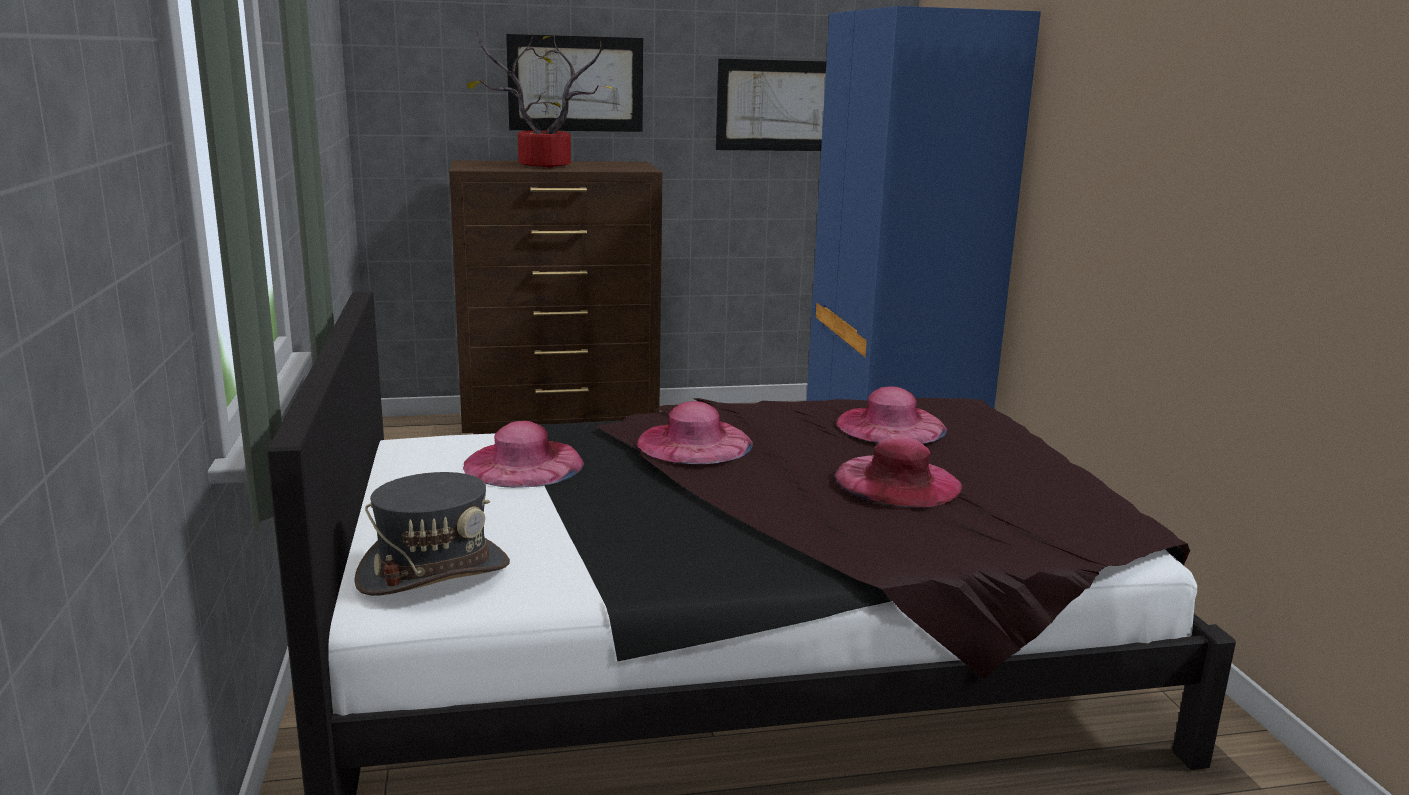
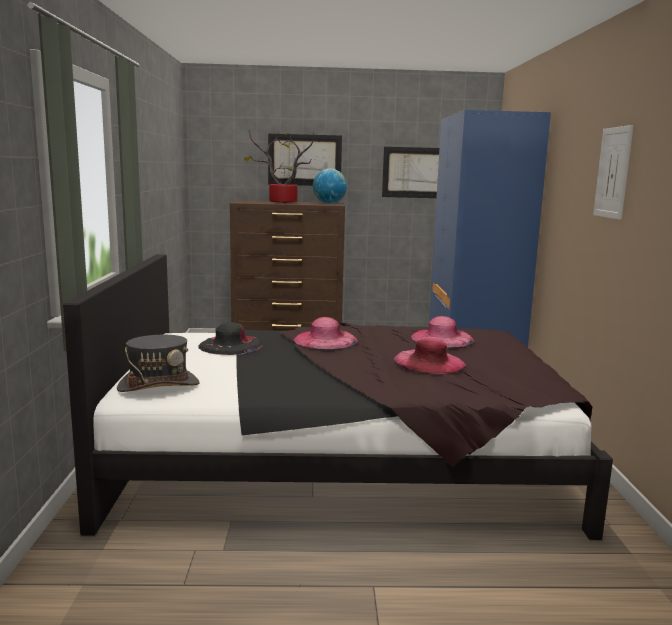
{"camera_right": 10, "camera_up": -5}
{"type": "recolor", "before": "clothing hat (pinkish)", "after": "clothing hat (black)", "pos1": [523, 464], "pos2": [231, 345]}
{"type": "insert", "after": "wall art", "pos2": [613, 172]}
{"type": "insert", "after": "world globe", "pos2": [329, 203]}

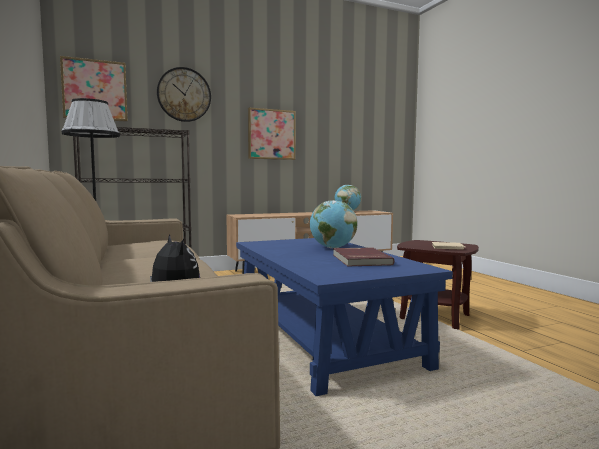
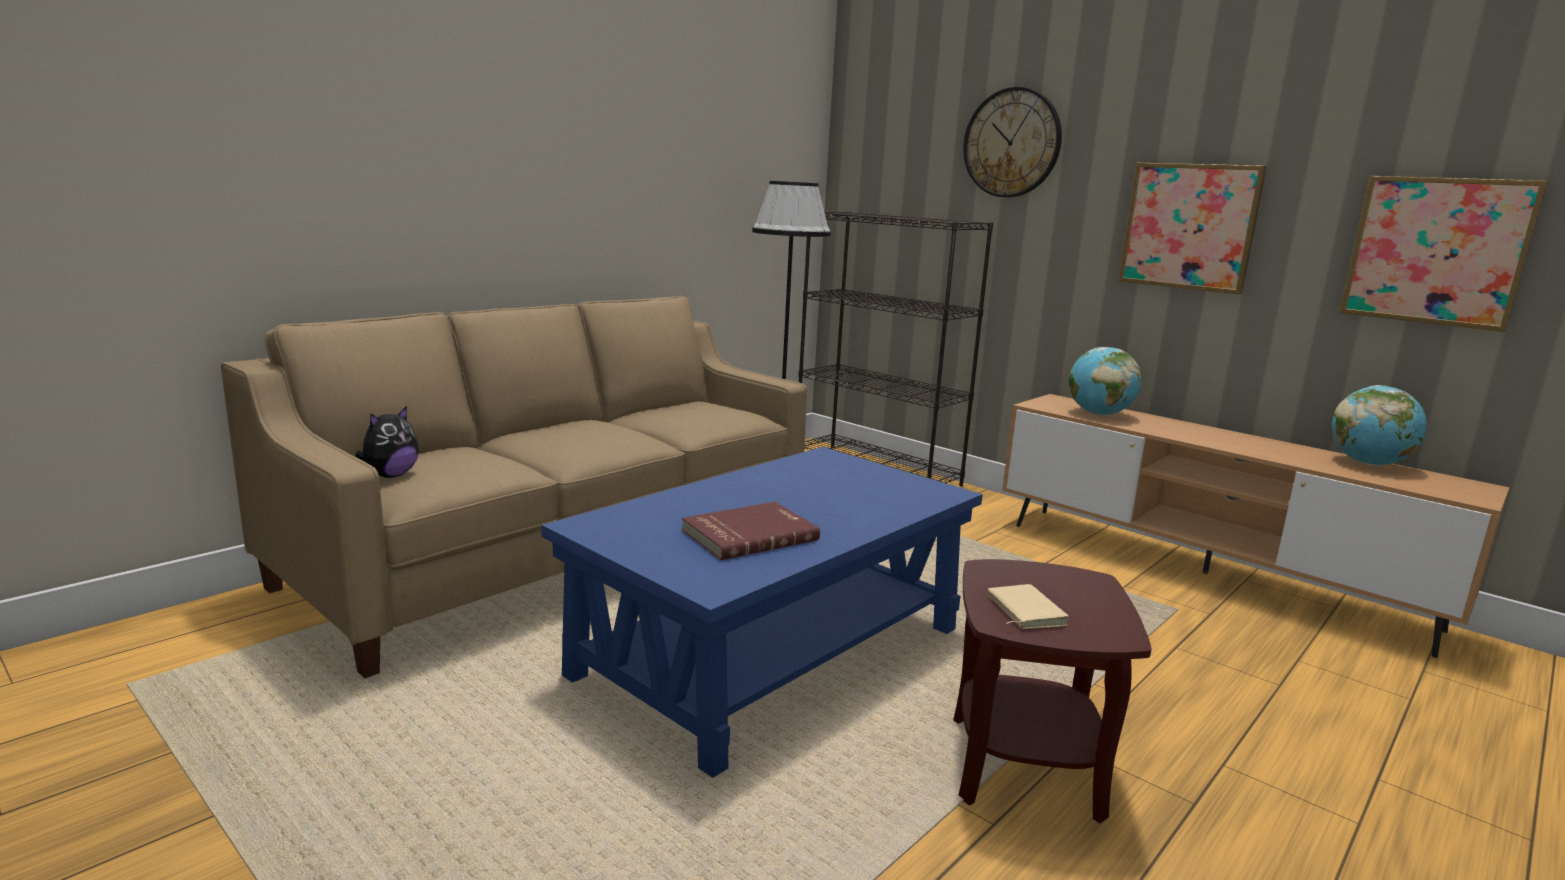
{"camera_right": 65, "camera_up": 10}
{"type": "move", "before": "wall art", "pos1": [95, 90], "pos2": [1437, 251]}
{"type": "move", "before": "world globe", "pos1": [332, 248], "pos2": [1099, 414]}

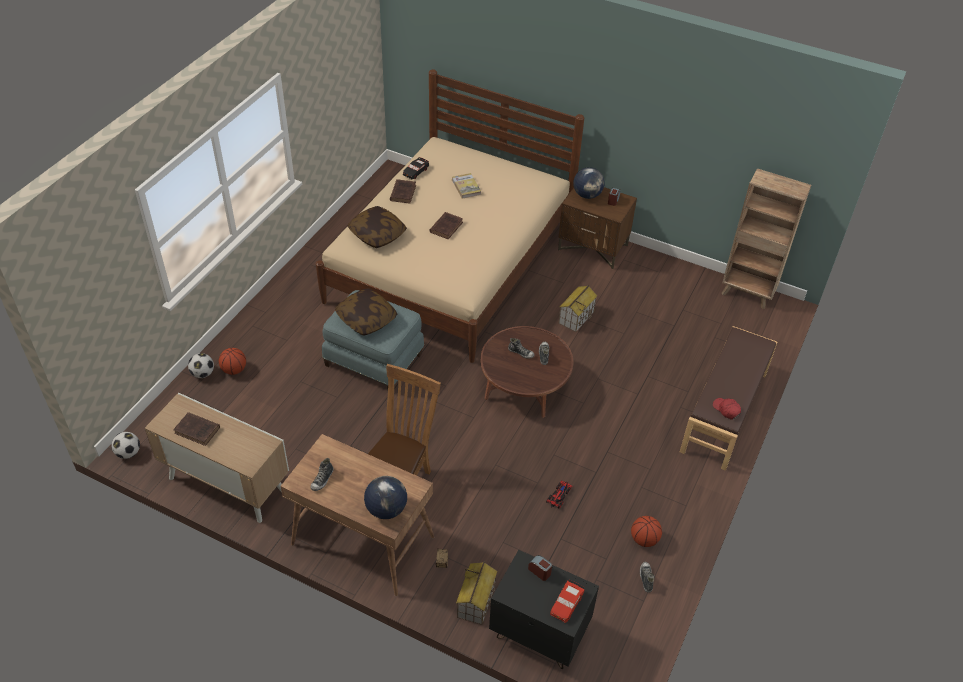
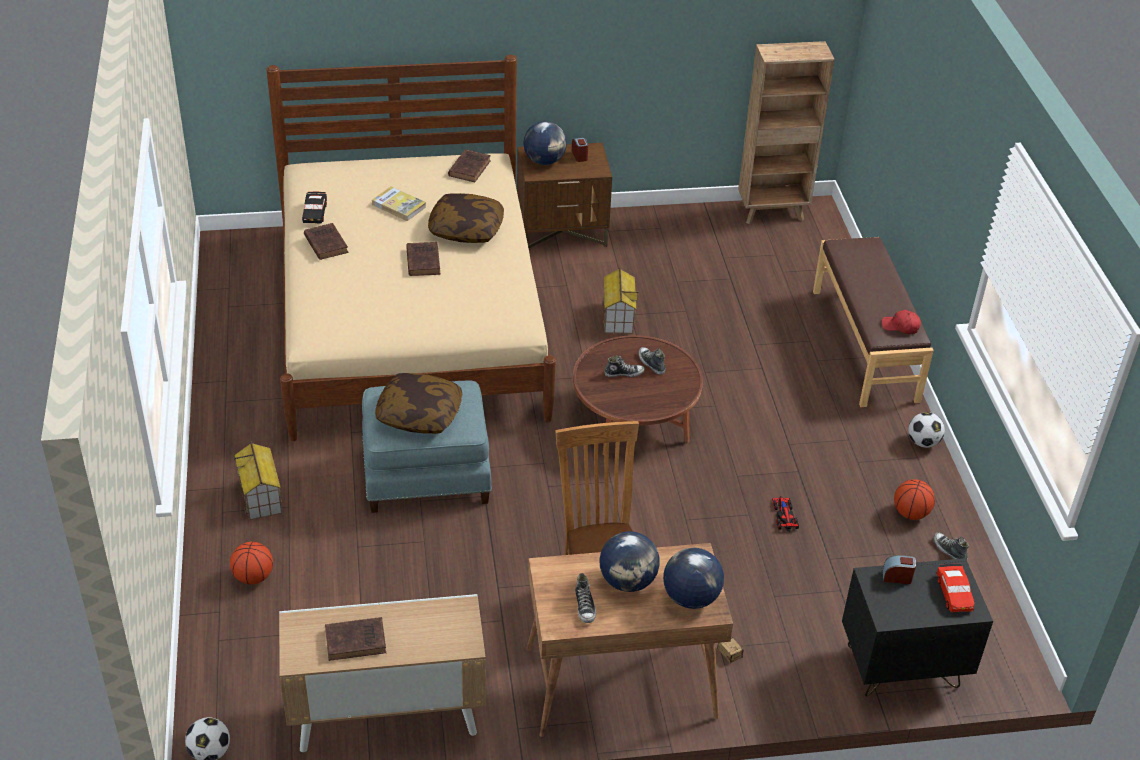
{"camera_right": -35, "camera_up": -5}
{"type": "move", "before": "cushion", "pos1": [377, 234], "pos2": [466, 229]}
{"type": "move", "before": "ball for football", "pos1": [203, 374], "pos2": [923, 442]}
{"type": "move", "before": "model house", "pos1": [476, 602], "pos2": [261, 497]}
{"type": "insert", "after": "volume (brown-coloured)", "pos2": [470, 168]}
{"type": "insert", "after": "world globe", "pos2": [628, 581]}

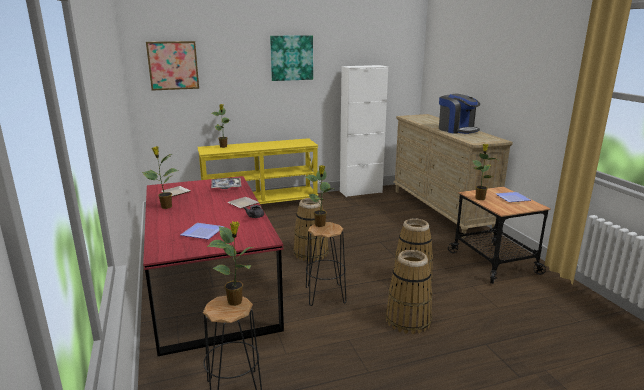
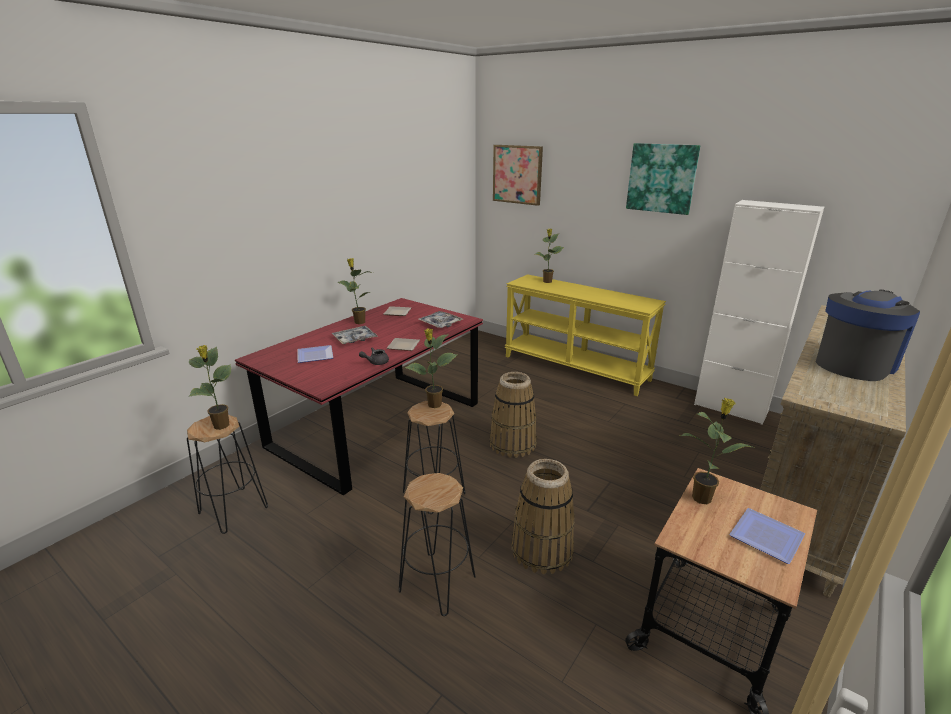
{"camera_right": 55, "camera_up": 5}
{"type": "rotate", "before": "coffee brewer", "pos1": [457, 130], "pos2": [854, 364], "turn": -150}
{"type": "replace", "before": "storage basket", "after": "sitting stool (black)", "pos1": [408, 320], "pos2": [437, 584]}
{"type": "insert", "after": "serving tray", "pos2": [355, 339]}

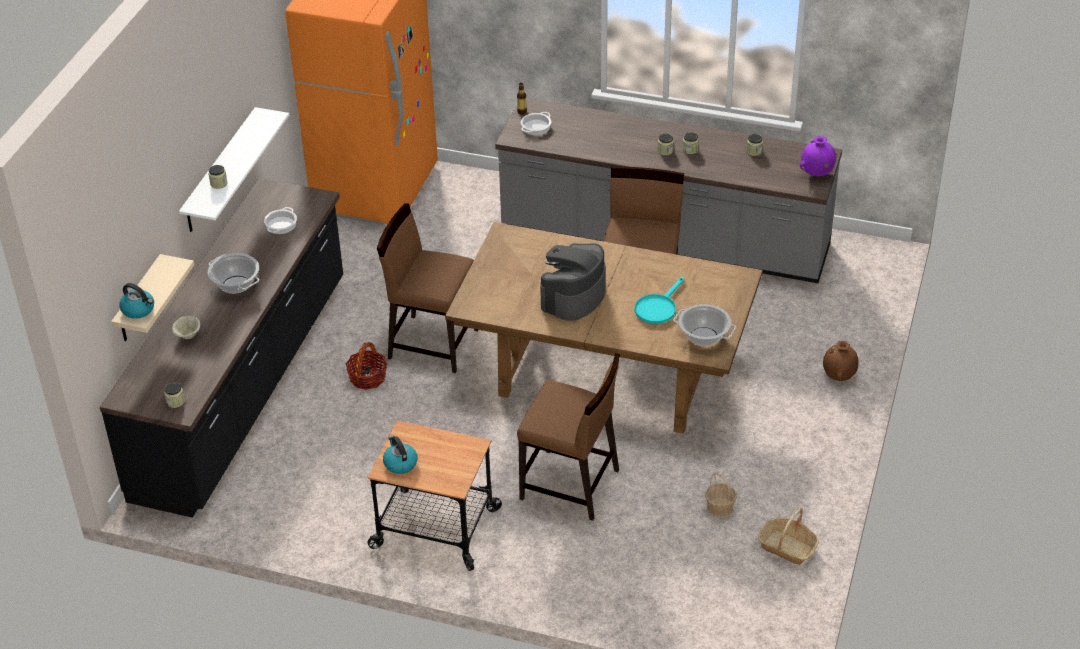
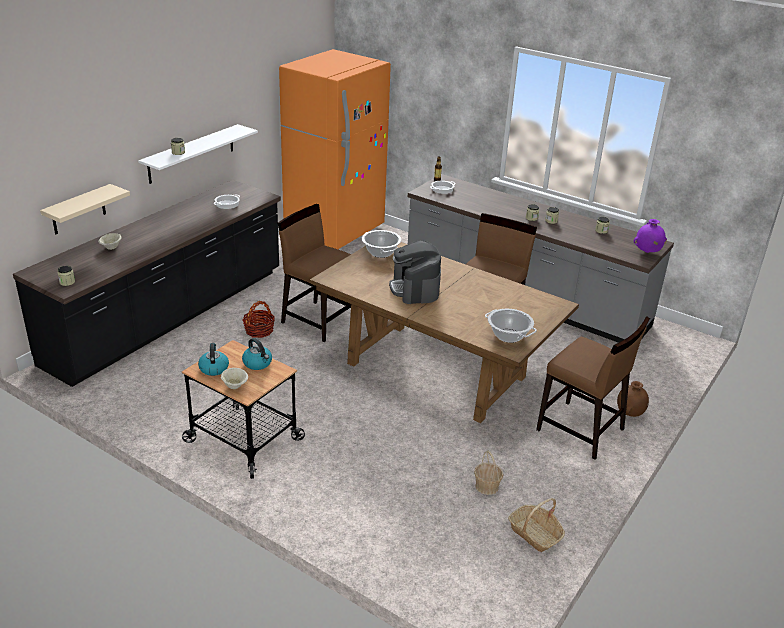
{"camera_right": 15, "camera_up": -10}
{"type": "rotate", "before": "coffee brewer", "pos1": [573, 297], "pos2": [415, 289], "turn": -60}
{"type": "move", "before": "cooking pot", "pos1": [235, 285], "pos2": [380, 252]}
{"type": "delete", "before": "pan (turquoise-coloured)", "pos1": [658, 307]}
{"type": "move", "before": "water kettle", "pos1": [139, 310], "pos2": [258, 363]}
{"type": "move", "before": "chair (brown-coloured)", "pos1": [570, 485], "pos2": [581, 430]}
{"type": "insert", "after": "deep dish (sand-coloured)", "pos2": [235, 386]}

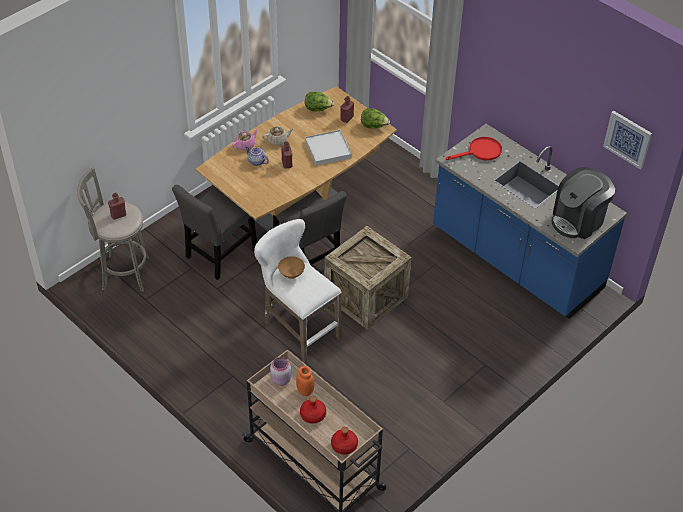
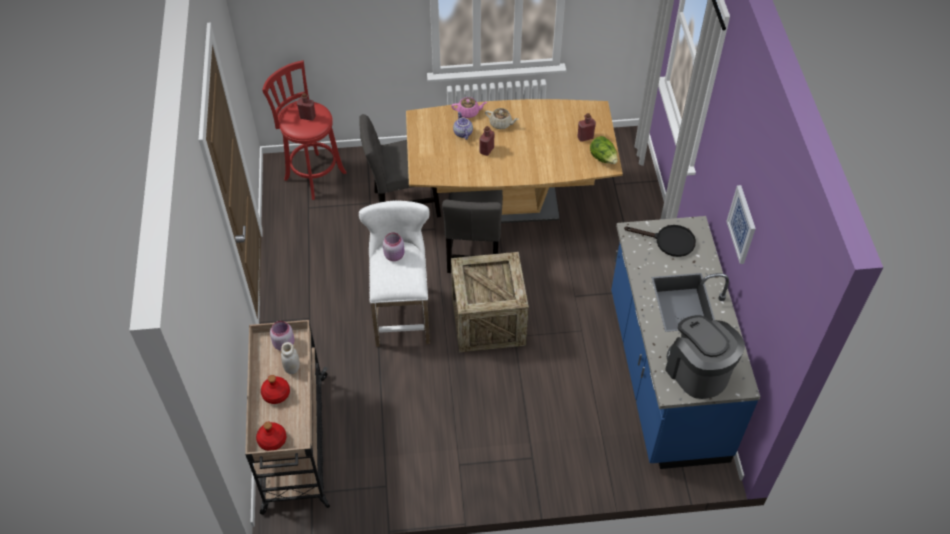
{"camera_right": 40, "camera_up": 5}
{"type": "delete", "before": "head of lettuce", "pos1": [318, 109]}
{"type": "move", "before": "wall art", "pos1": [628, 139], "pos2": [742, 224]}
{"type": "delete", "before": "serving tray (whitish)", "pos1": [328, 149]}
{"type": "recolor", "before": "pan (reddish)", "after": "pan (black)", "pos1": [480, 152], "pos2": [669, 241]}
{"type": "rotate", "before": "coffee brewer", "pos1": [578, 220], "pos2": [697, 371], "turn": 60}
{"type": "recolor", "before": "sitting stool (grey)", "after": "sitting stool (reddish)", "pos1": [122, 273], "pos2": [313, 174]}
{"type": "replace", "before": "deep dish (brown-coloured)", "after": "jar (pinkish)", "pos1": [291, 274], "pos2": [395, 255]}
{"type": "recolor", "before": "jar (orange-coloured)", "after": "jar (whitish)", "pos1": [305, 391], "pos2": [292, 368]}

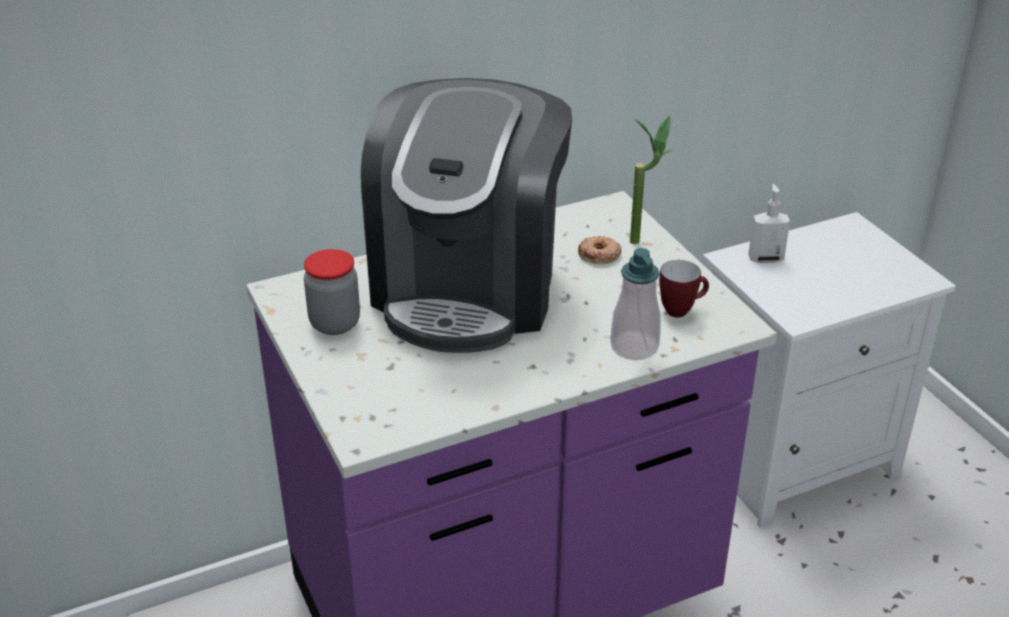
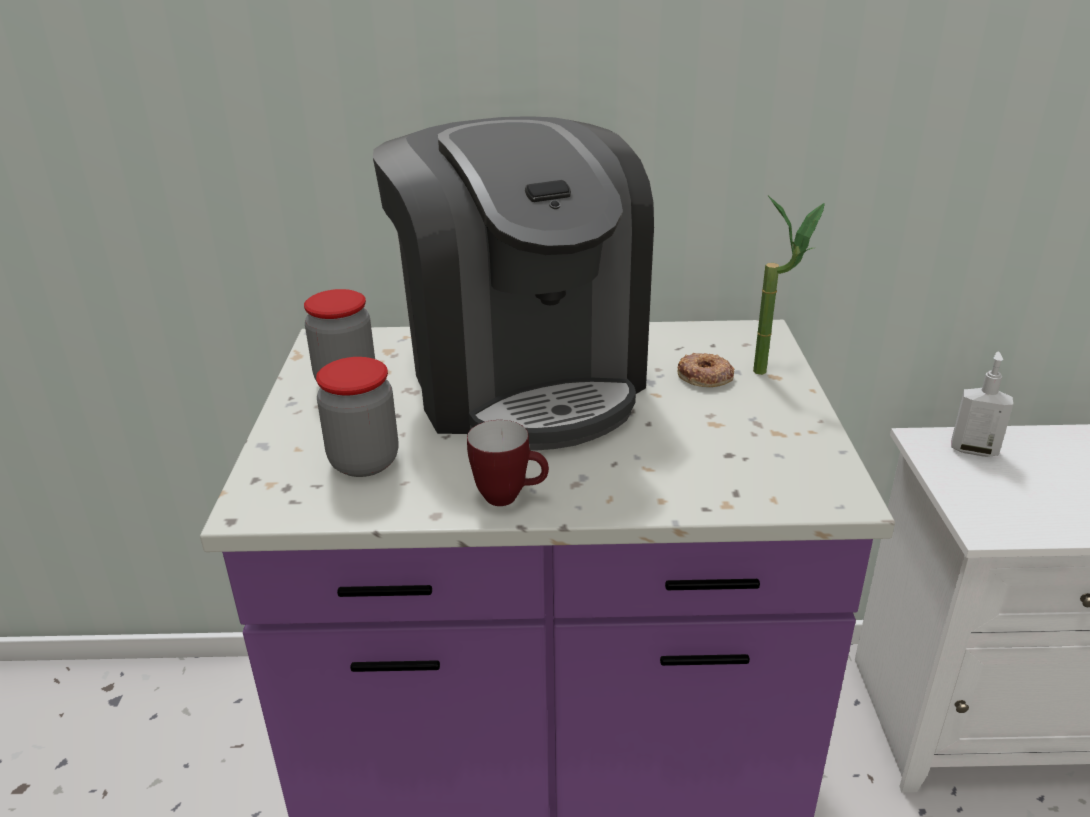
{"camera_right": 25, "camera_up": -5}
{"type": "rotate", "before": "coffee brewer", "pos1": [469, 287], "pos2": [522, 378], "turn": -60}
{"type": "delete", "before": "soap dispenser", "pos1": [634, 347]}
{"type": "move", "before": "mug", "pos1": [681, 310], "pos2": [509, 497]}
{"type": "insert", "after": "jar", "pos2": [364, 462]}

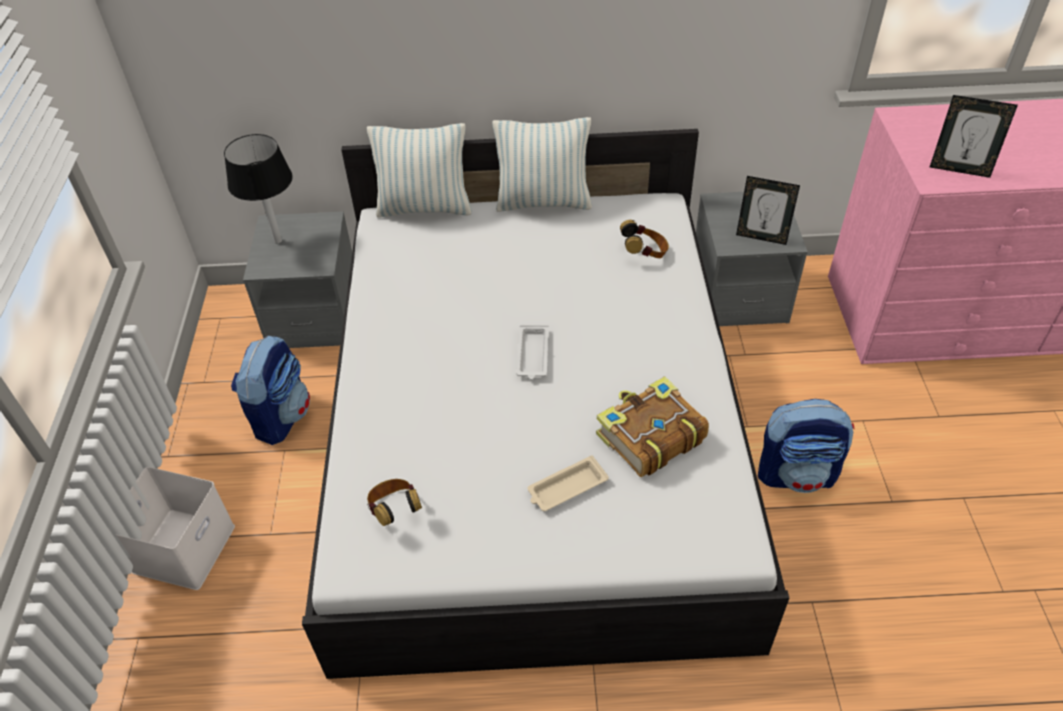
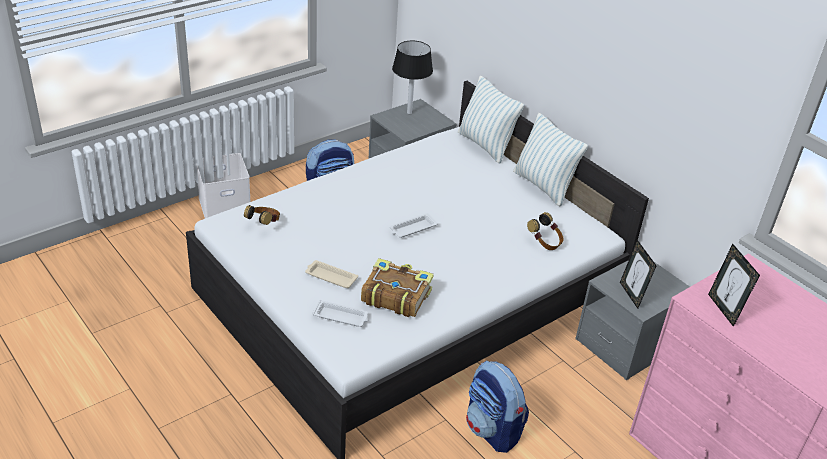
{"camera_right": 50, "camera_up": -10}
{"type": "insert", "after": "serving tray (whitish)", "pos2": [341, 317]}

